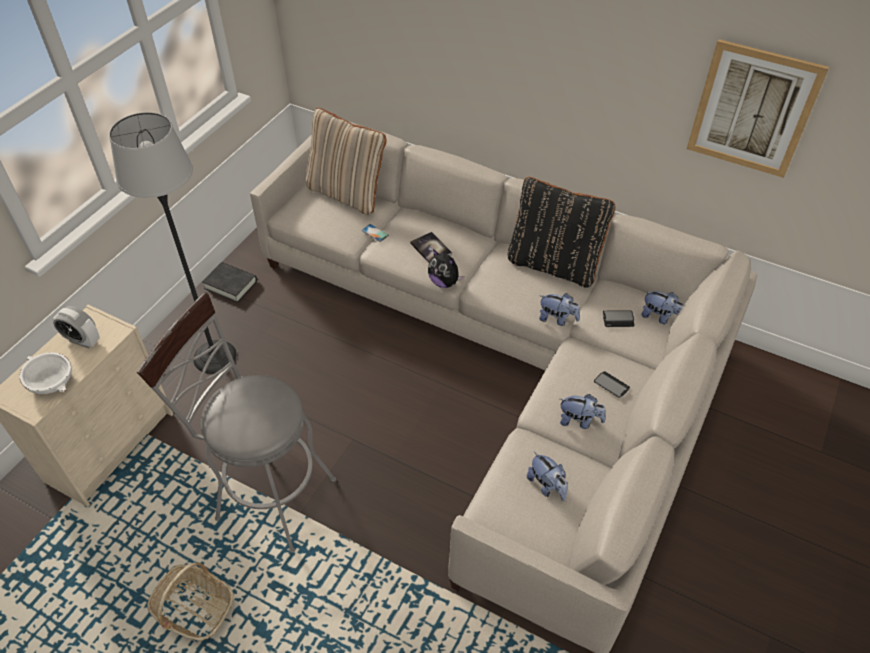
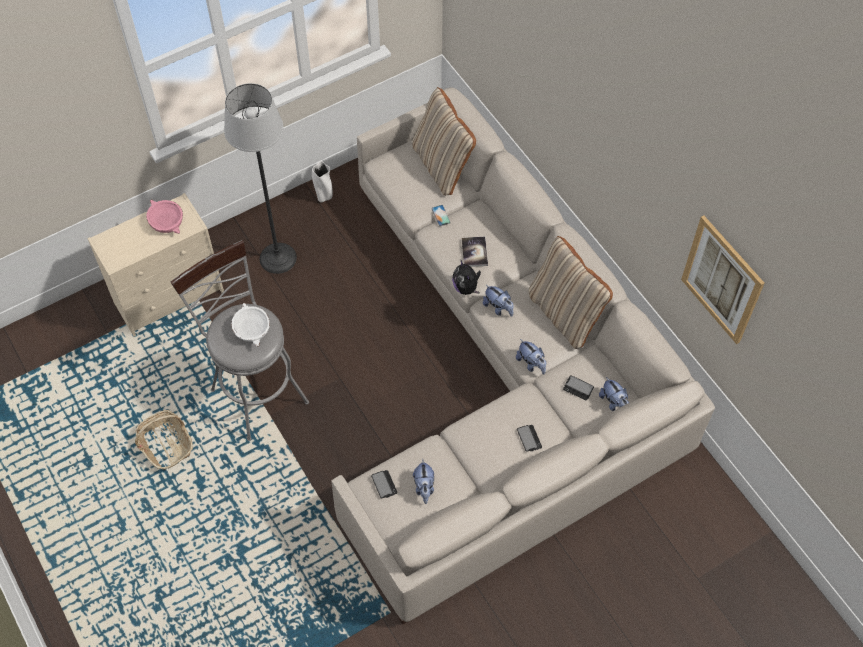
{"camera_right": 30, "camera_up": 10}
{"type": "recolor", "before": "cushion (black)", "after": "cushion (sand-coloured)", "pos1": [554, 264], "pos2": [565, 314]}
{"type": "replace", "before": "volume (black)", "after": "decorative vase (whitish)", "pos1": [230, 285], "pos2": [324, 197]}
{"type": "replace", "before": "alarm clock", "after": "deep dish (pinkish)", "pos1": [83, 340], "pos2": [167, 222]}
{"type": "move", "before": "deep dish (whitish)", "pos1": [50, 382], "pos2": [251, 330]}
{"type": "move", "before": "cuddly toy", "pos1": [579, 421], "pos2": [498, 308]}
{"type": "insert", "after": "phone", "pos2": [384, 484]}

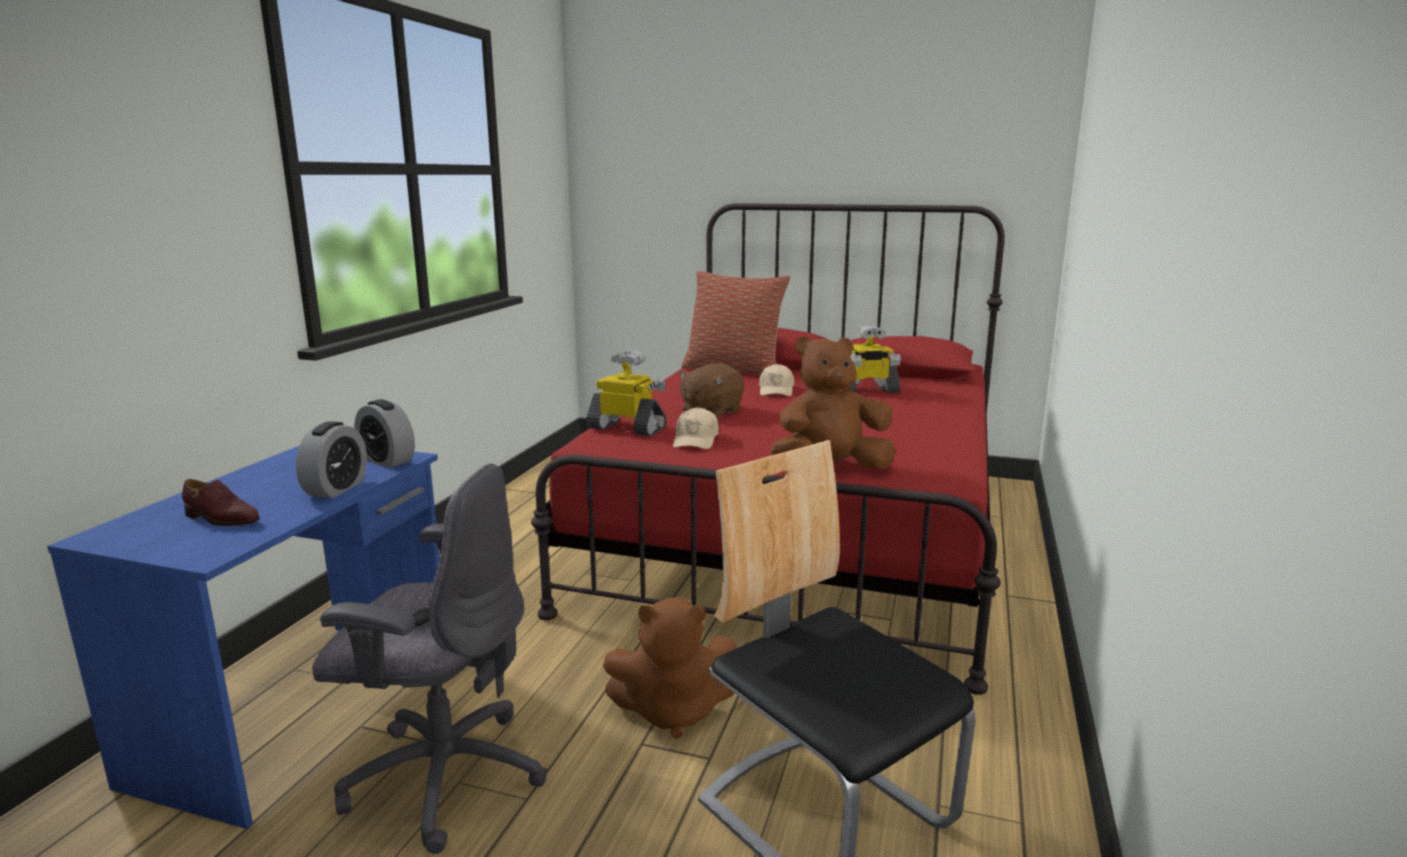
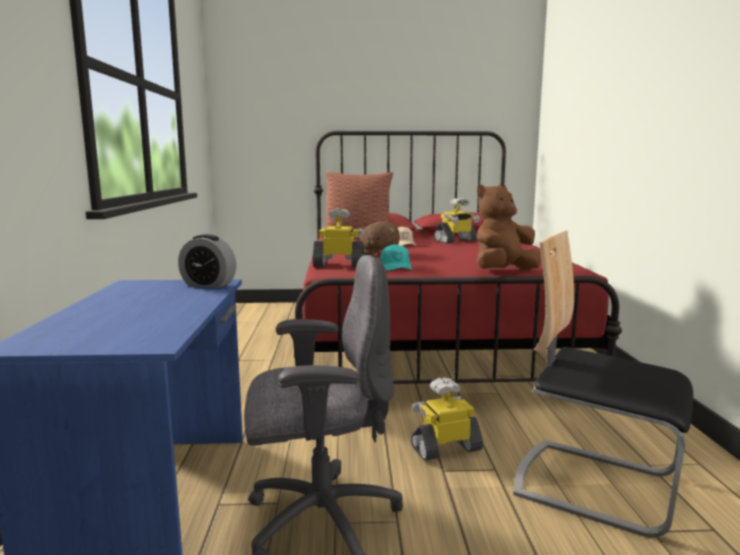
{"camera_right": -20, "camera_up": -5}
{"type": "recolor", "before": "peaked cap (sand-coloured)", "after": "peaked cap (turquoise-coloured)", "pos1": [696, 440], "pos2": [396, 267]}
{"type": "delete", "before": "alarm clock", "pos1": [336, 488]}
{"type": "delete", "before": "low shoe (brown-coloured)", "pos1": [221, 519]}
{"type": "replace", "before": "cuddly toy (brown-coloured)", "after": "robot figure", "pos1": [674, 711], "pos2": [445, 448]}

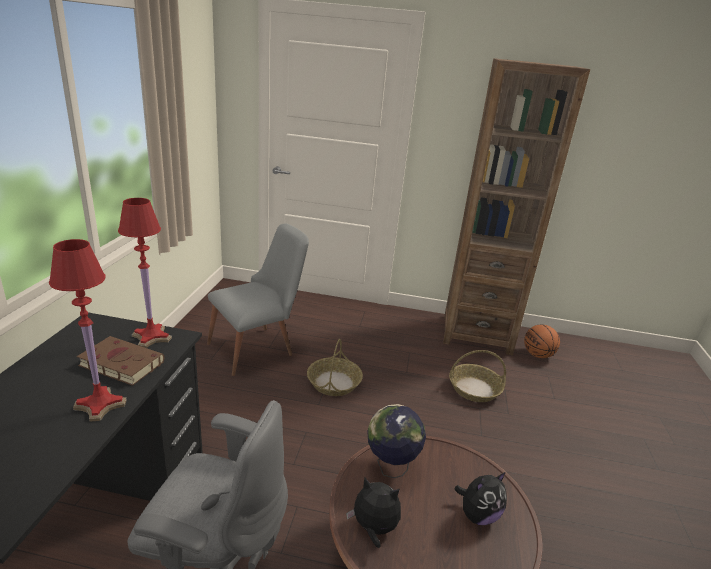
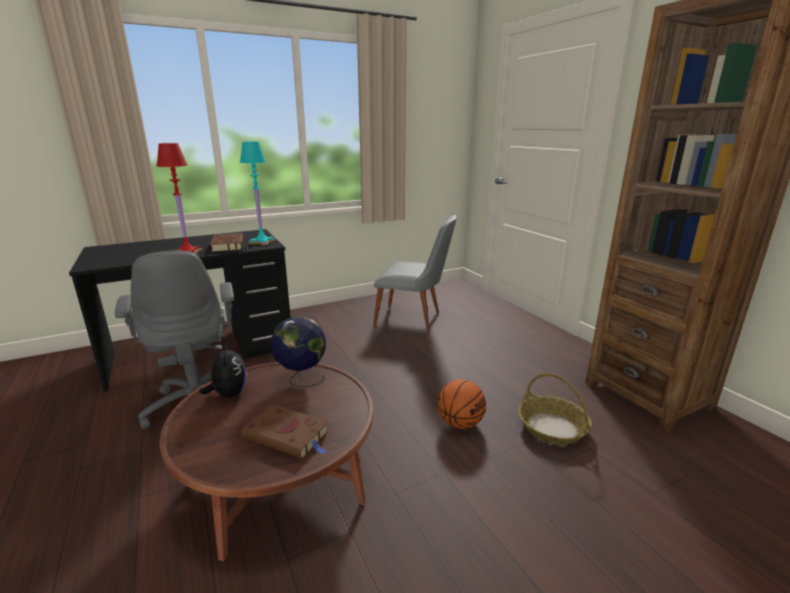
{"camera_right": 55, "camera_up": -5}
{"type": "recolor", "before": "lamp for a table (reddish)", "after": "lamp for a table (turquoise-coloured)", "pos1": [152, 337], "pos2": [262, 242]}
{"type": "move", "before": "basketball ball", "pos1": [537, 355], "pos2": [460, 423]}
{"type": "delete", "before": "storage basket", "pos1": [334, 382]}
{"type": "replace", "before": "cuddly toy", "after": "volume (brown-coloured)", "pos1": [477, 515], "pos2": [288, 436]}

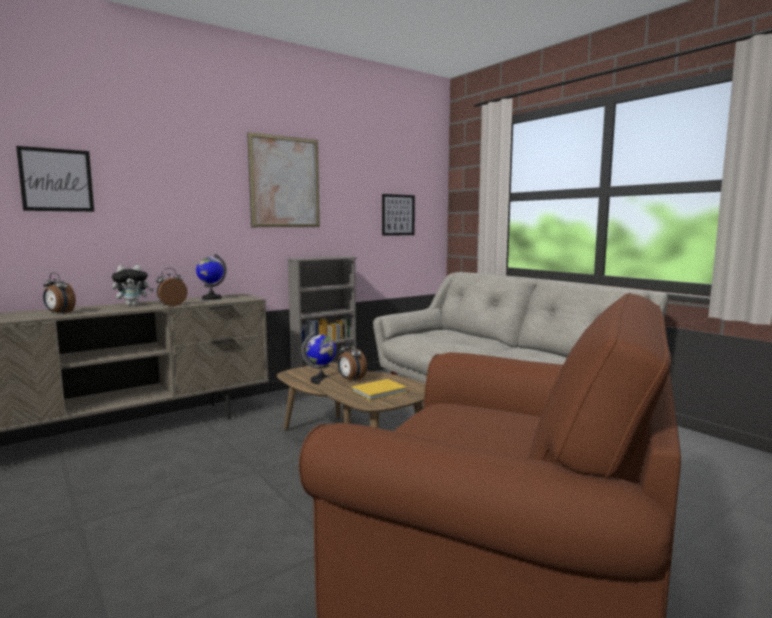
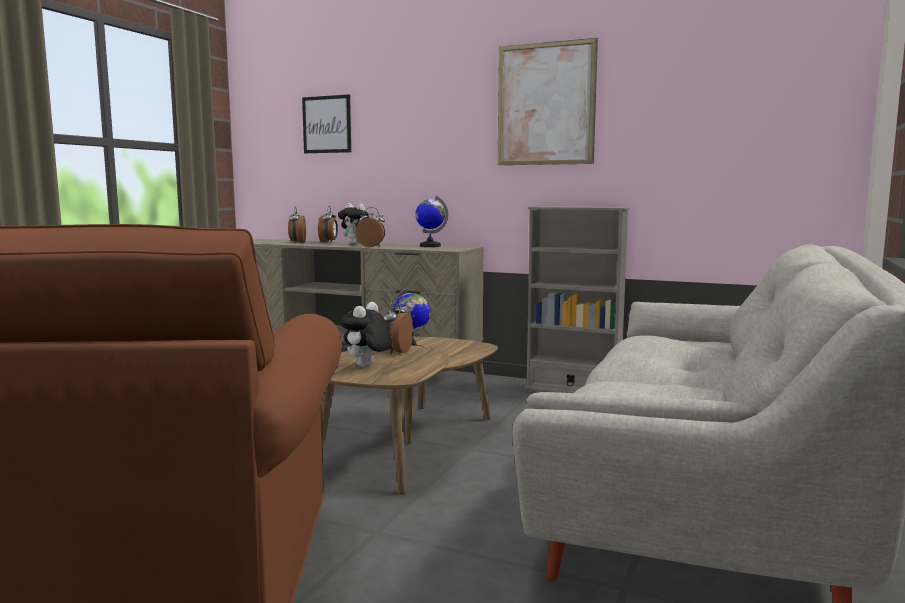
{"camera_right": 60, "camera_up": 0}
{"type": "delete", "before": "wall art", "pos1": [398, 215]}
{"type": "replace", "before": "volume (yellowish)", "after": "cuddly toy", "pos1": [380, 392], "pos2": [367, 366]}
{"type": "insert", "after": "alarm clock", "pos2": [328, 242]}

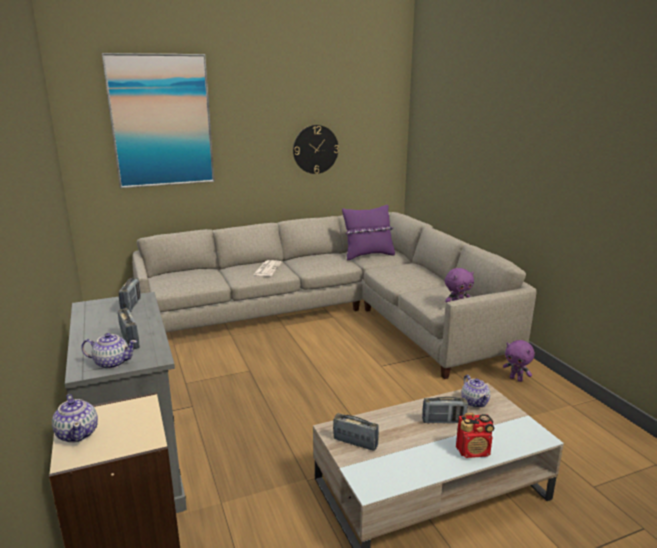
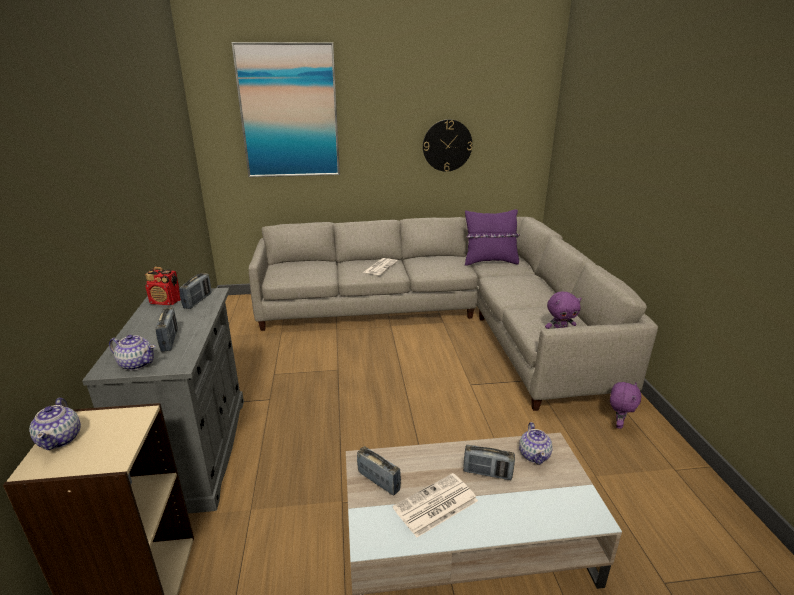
{"camera_right": 15, "camera_up": 5}
{"type": "rotate", "before": "cuddly toy (purplish)", "pos1": [516, 379], "pos2": [618, 424], "turn": -120}
{"type": "move", "before": "radio receiver", "pos1": [473, 451], "pos2": [166, 302]}
{"type": "insert", "after": "newspaper", "pos2": [435, 505]}

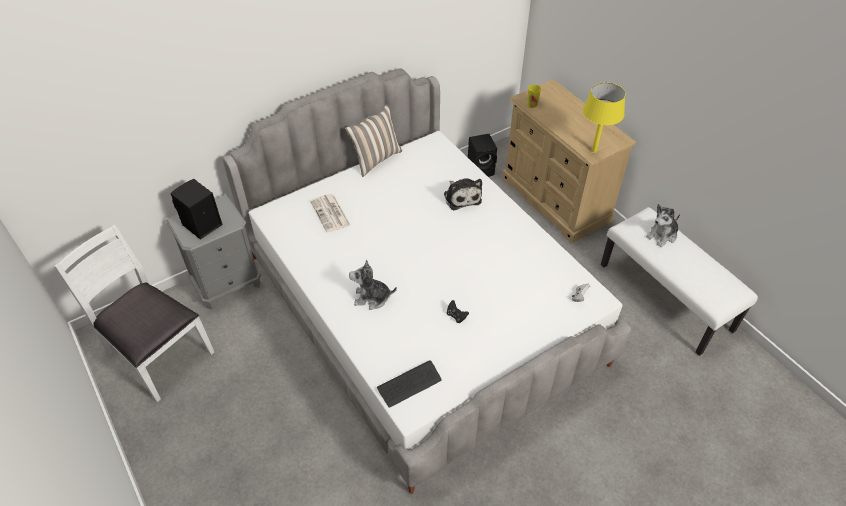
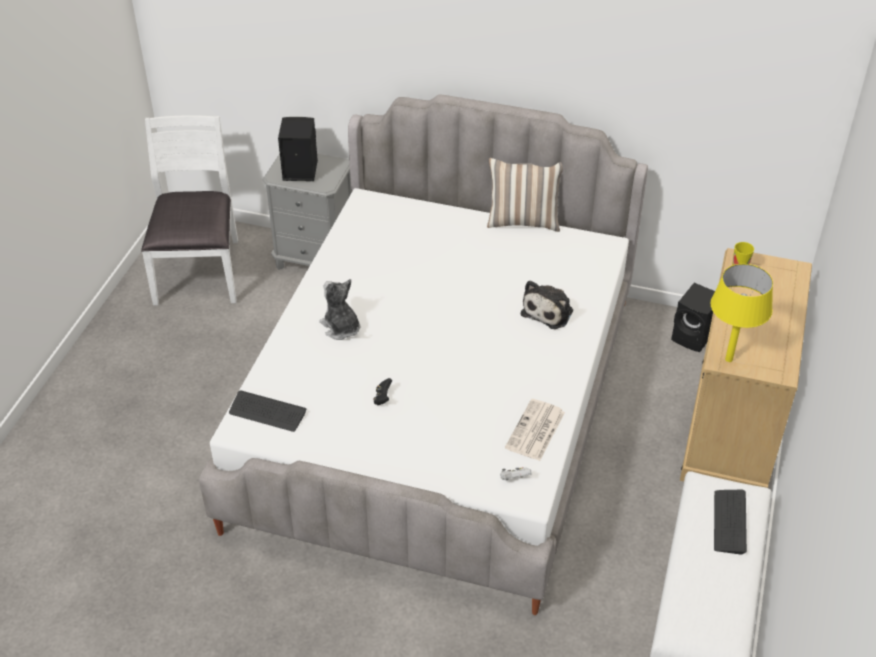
{"camera_right": 50, "camera_up": -5}
{"type": "move", "before": "newspaper", "pos1": [330, 213], "pos2": [535, 431]}
{"type": "replace", "before": "cuddly toy", "after": "PC keyboard", "pos1": [662, 235], "pos2": [729, 522]}

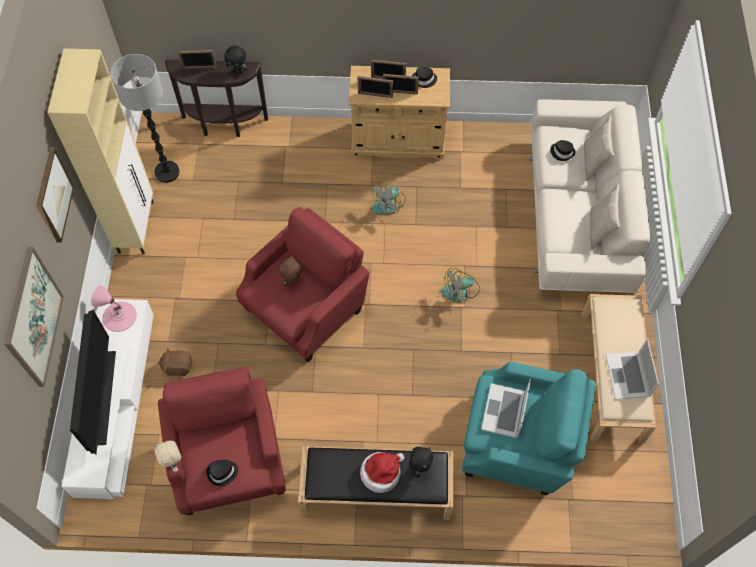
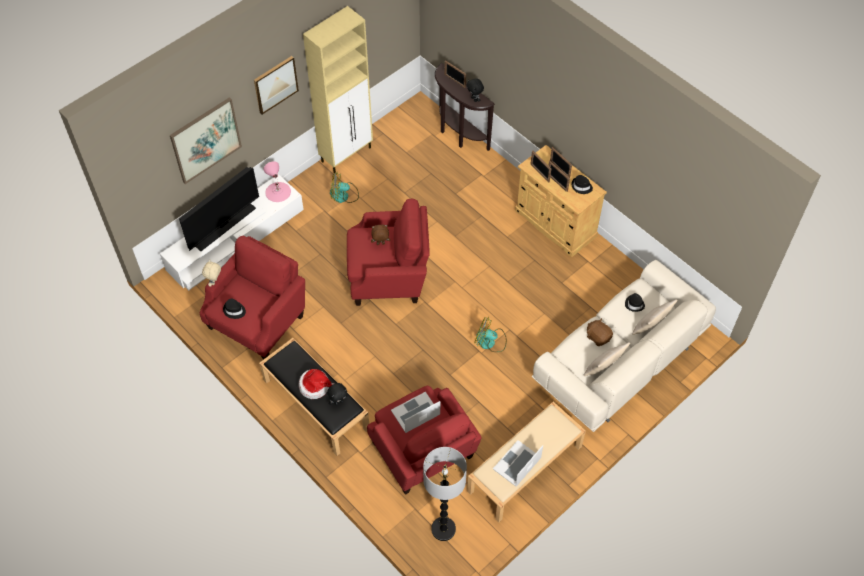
{"camera_right": 45, "camera_up": -5}
{"type": "move", "before": "standard lamp", "pos1": [167, 172], "pos2": [443, 529]}
{"type": "move", "before": "electric fan", "pos1": [389, 203], "pos2": [344, 195]}
{"type": "move", "before": "cuddly toy (brown-coloured)", "pos1": [178, 366], "pos2": [598, 337]}
{"type": "recolor", "before": "lounge chair (turquoise-coloured)", "after": "lounge chair (reddish)", "pos1": [518, 442], "pos2": [423, 452]}

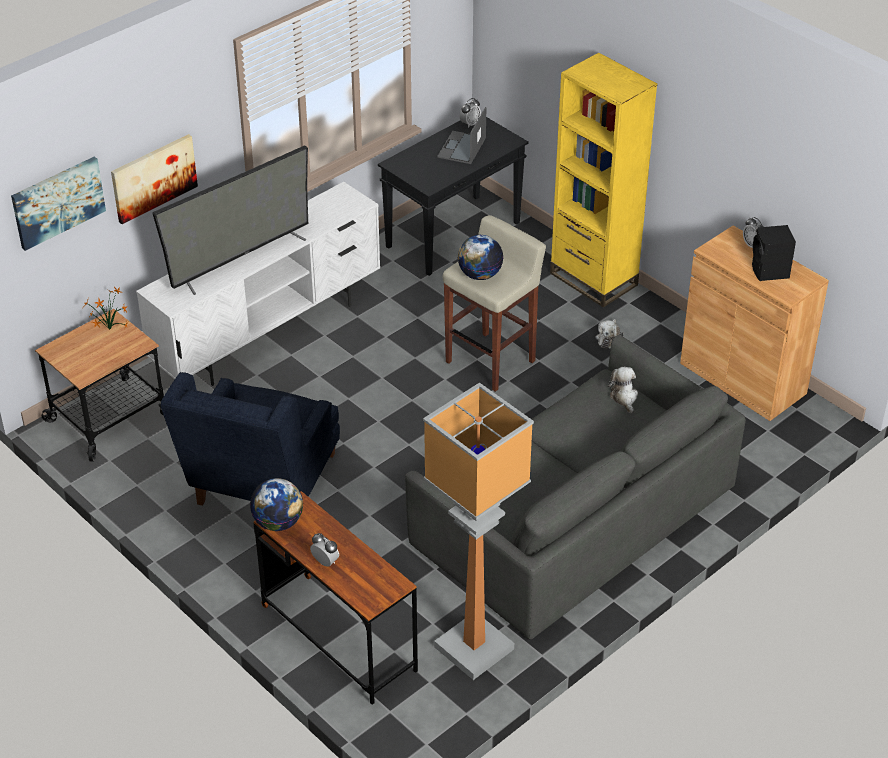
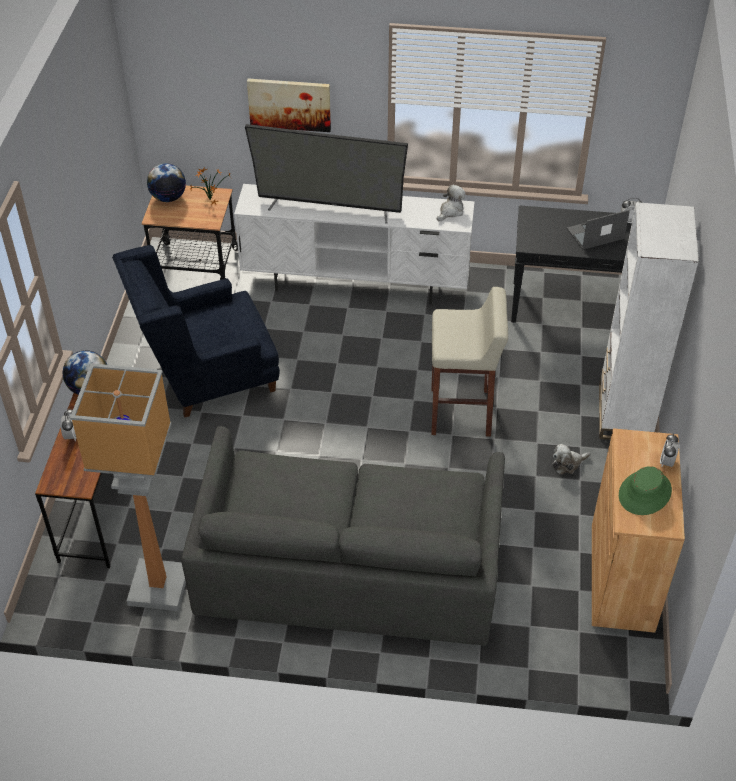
{"camera_right": 50, "camera_up": 5}
{"type": "recolor", "before": "bookcase (yellowish)", "after": "bookcase (whitish)", "pos1": [593, 279], "pos2": [624, 413]}
{"type": "delete", "before": "wall art", "pos1": [58, 202]}
{"type": "replace", "before": "audio speaker (black)", "after": "clothing hat (green)", "pos1": [770, 272], "pos2": [645, 493]}
{"type": "move", "before": "world globe", "pos1": [479, 275], "pos2": [168, 197]}
{"type": "move", "before": "cuddly toy", "pos1": [624, 397], "pos2": [450, 211]}

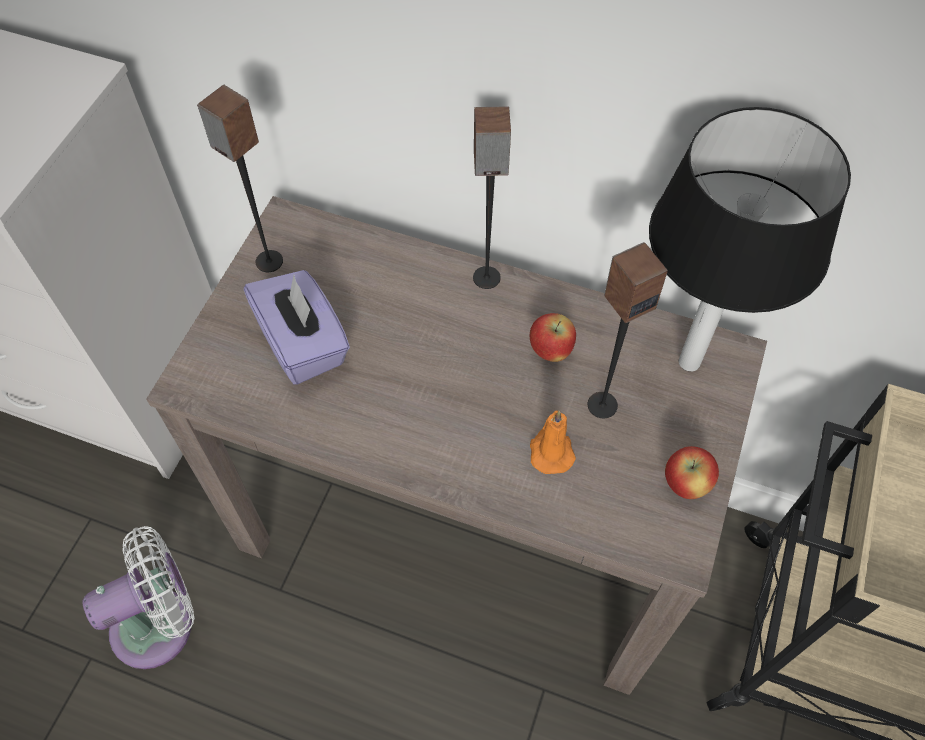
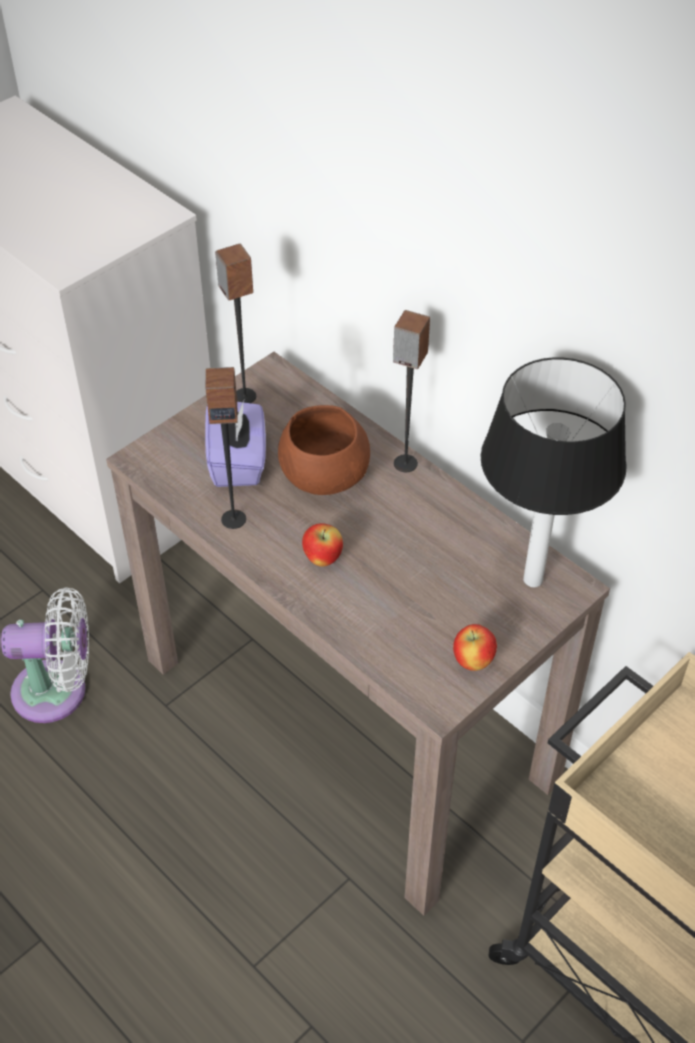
{"camera_right": 25, "camera_up": -10}
{"type": "move", "before": "audio speaker", "pos1": [602, 404], "pos2": [233, 519]}
{"type": "move", "before": "apple fruit", "pos1": [550, 351], "pos2": [322, 559]}
{"type": "delete", "before": "wax light (orange-coloured)", "pos1": [550, 450]}
{"type": "insert", "after": "deep dish (brown-coloured)", "pos2": [323, 477]}

